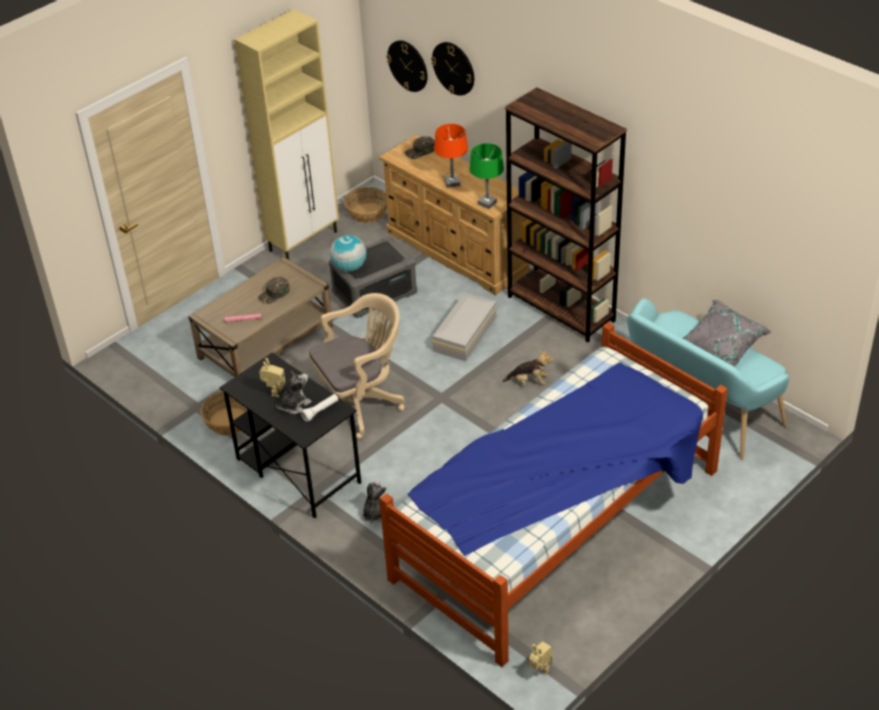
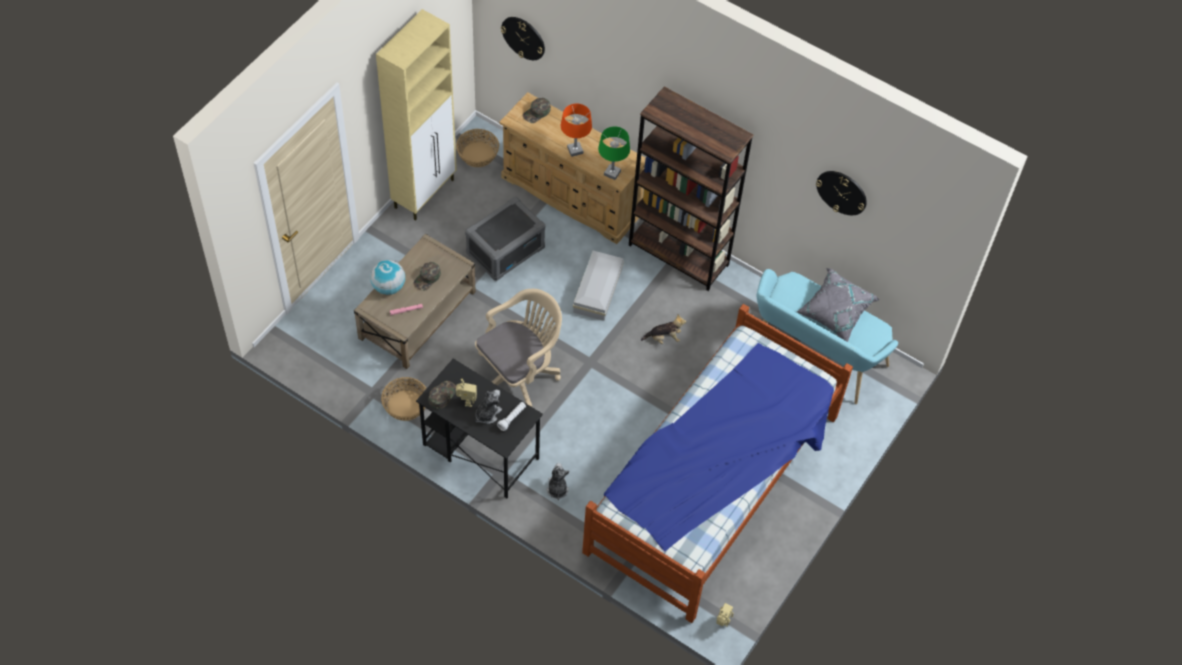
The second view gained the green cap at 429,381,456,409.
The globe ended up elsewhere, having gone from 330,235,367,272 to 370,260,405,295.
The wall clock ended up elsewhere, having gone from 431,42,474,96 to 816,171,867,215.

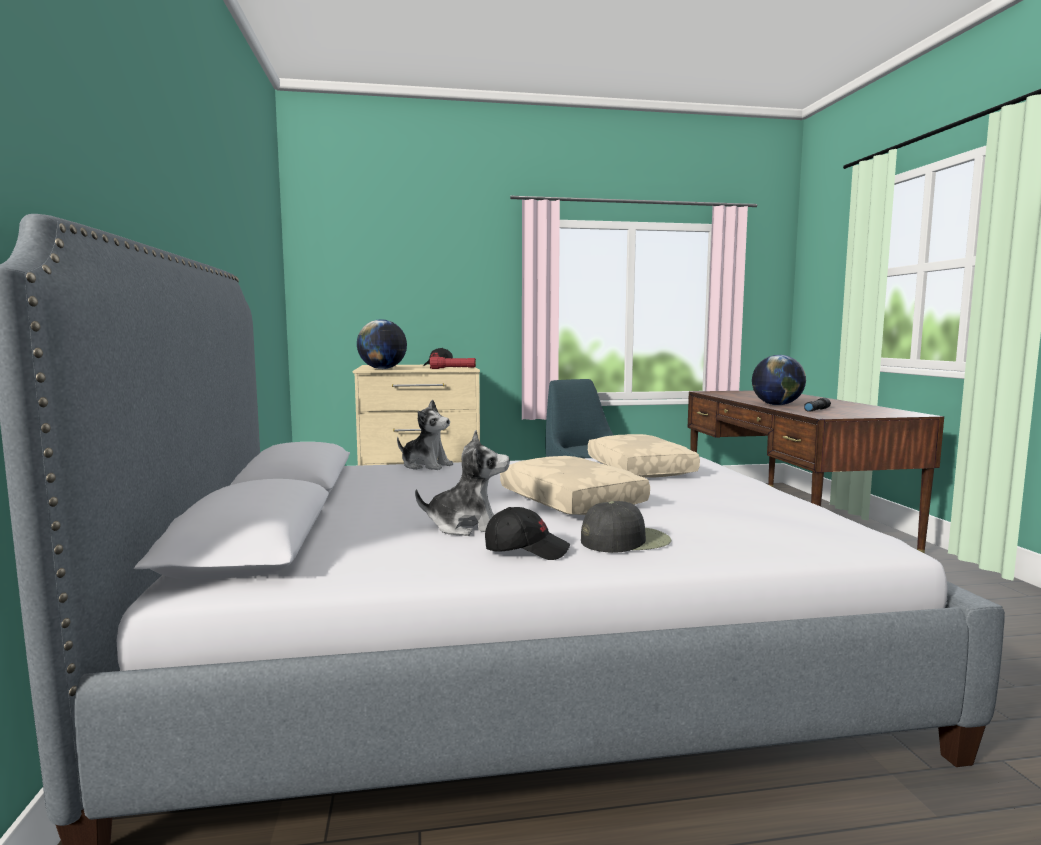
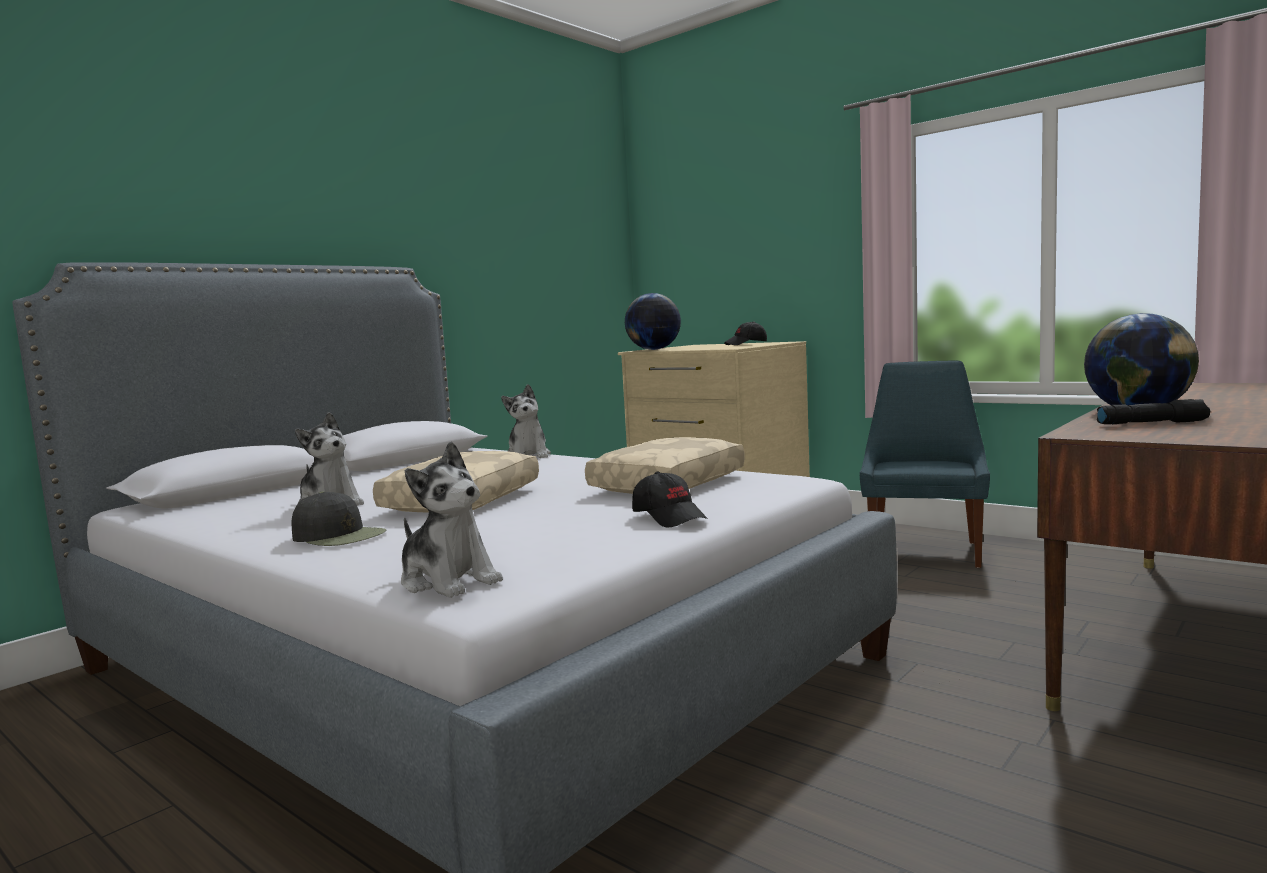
The second view lost the red flashlight at 429,356,476,369.
The second view gained the plush toy at 401,441,503,598.
The black cap ended up elsewhere, having gone from 485,507,570,560 to 632,472,708,527.

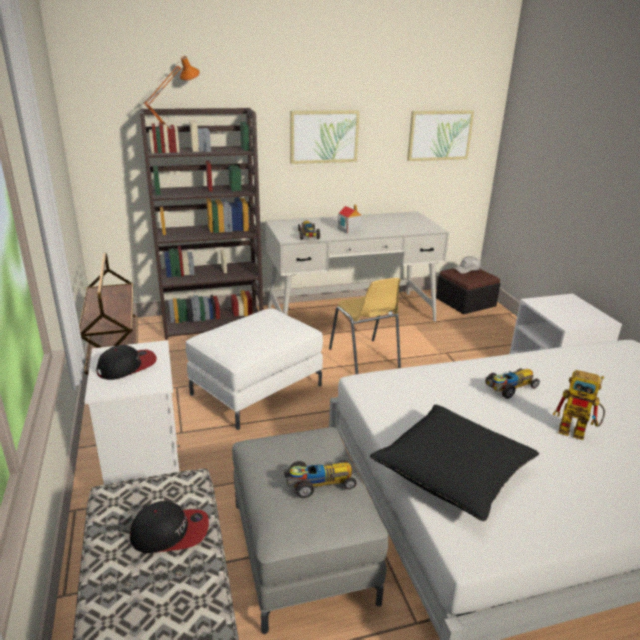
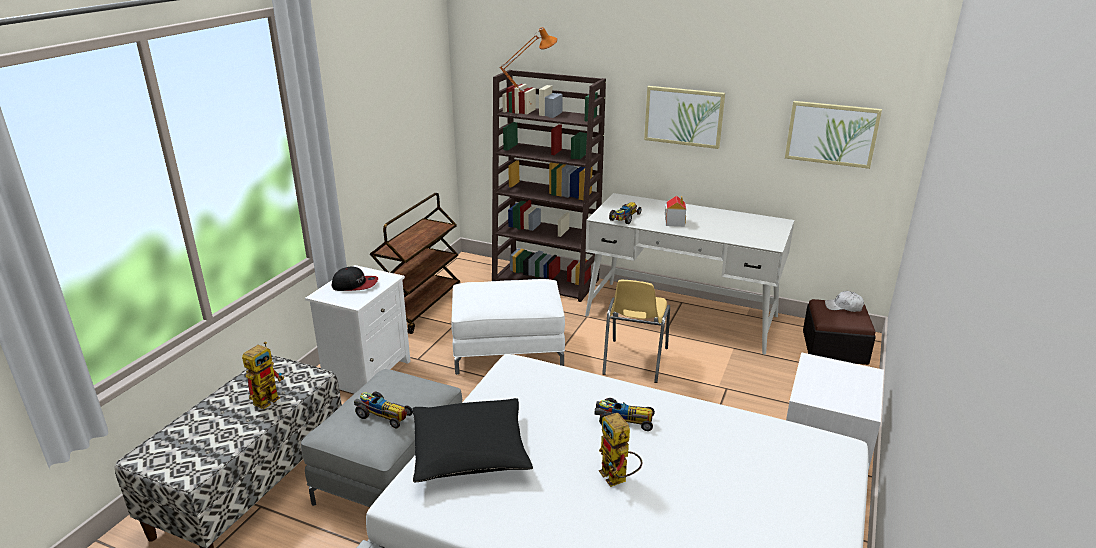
Where the cap stood at 130,501,209,553, the toy robot came to stand at 242,342,284,409.

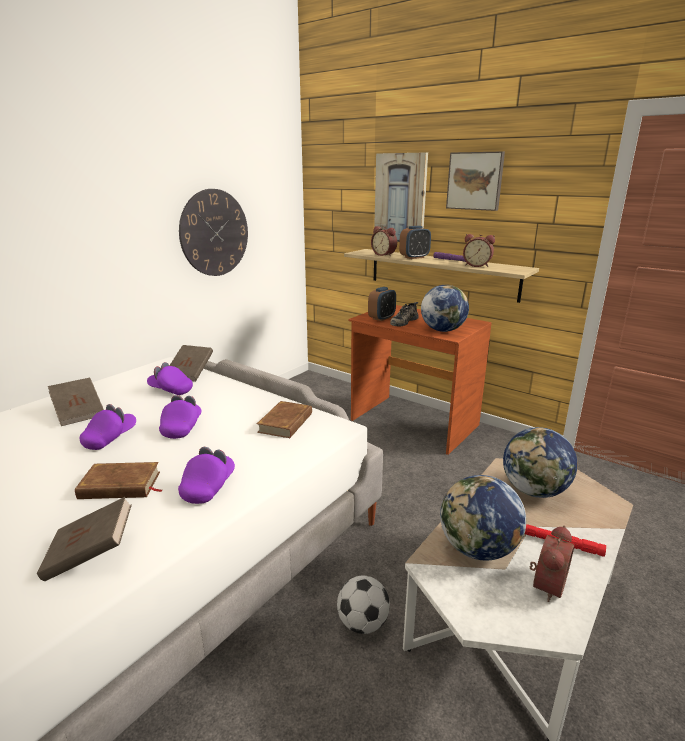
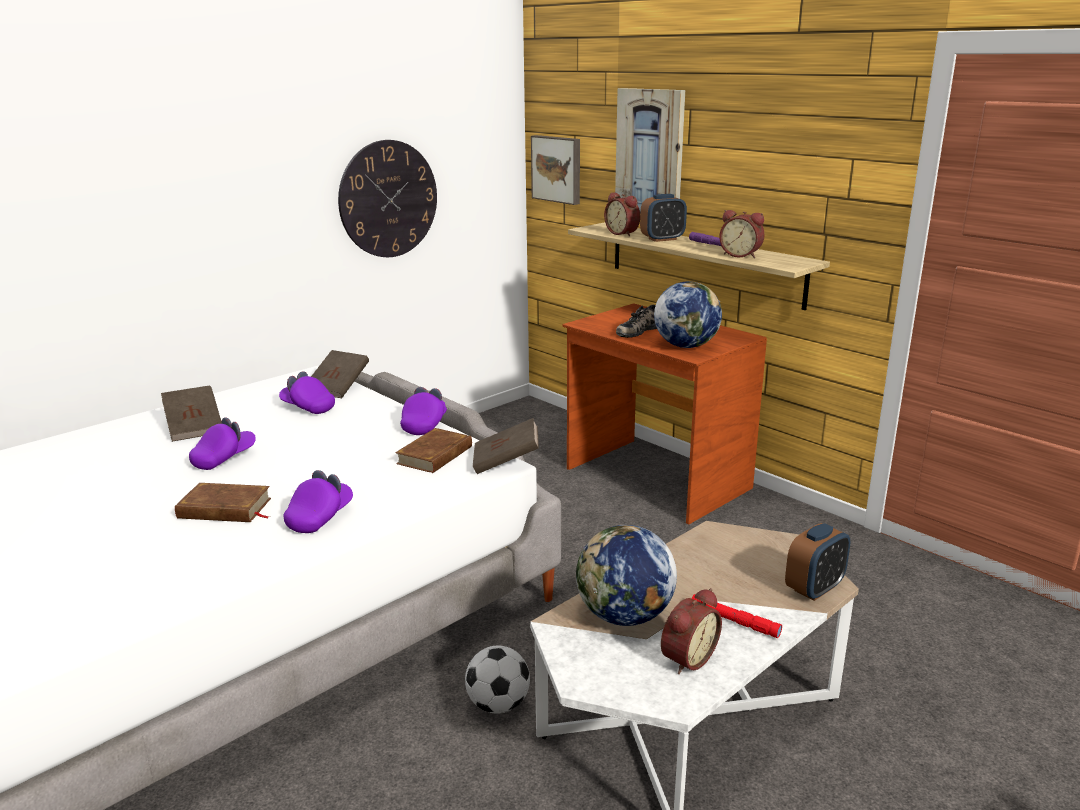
The second view lost the globe at 503,427,578,498.
The brown book ended up elsewhere, having gone from 37,497,132,581 to 473,418,539,474.
The purple cap ended up elsewhere, having gone from 159,395,202,439 to 400,387,447,435.
The alarm clock ended up elsewhere, having gone from 368,287,396,321 to 785,523,850,601.
The picture ended up elsewhere, having gone from 446,151,505,211 to 531,135,580,205.

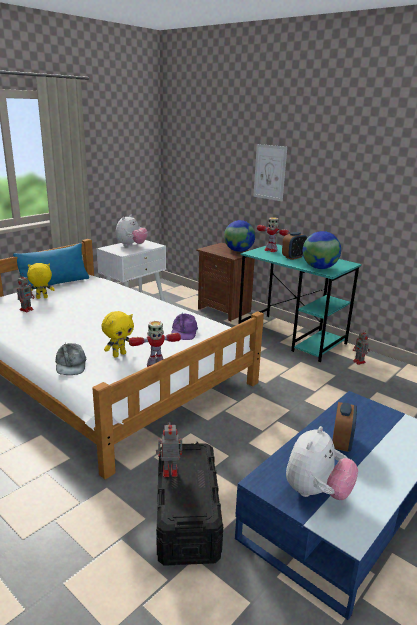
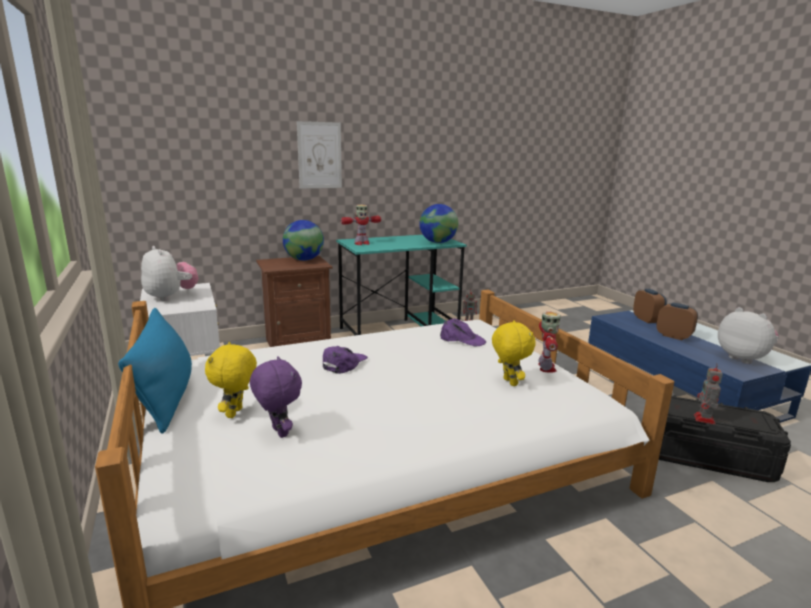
The second view lost the grey cap at 55,343,86,375.
The second view gained the purple cap at 323,346,368,374.
The alarm clock ended up elsewhere, having gone from 282,232,307,260 to 633,289,667,323.
Where the toy robot stood at 17,274,34,312, the purple plush toy came to stand at 250,356,302,438.

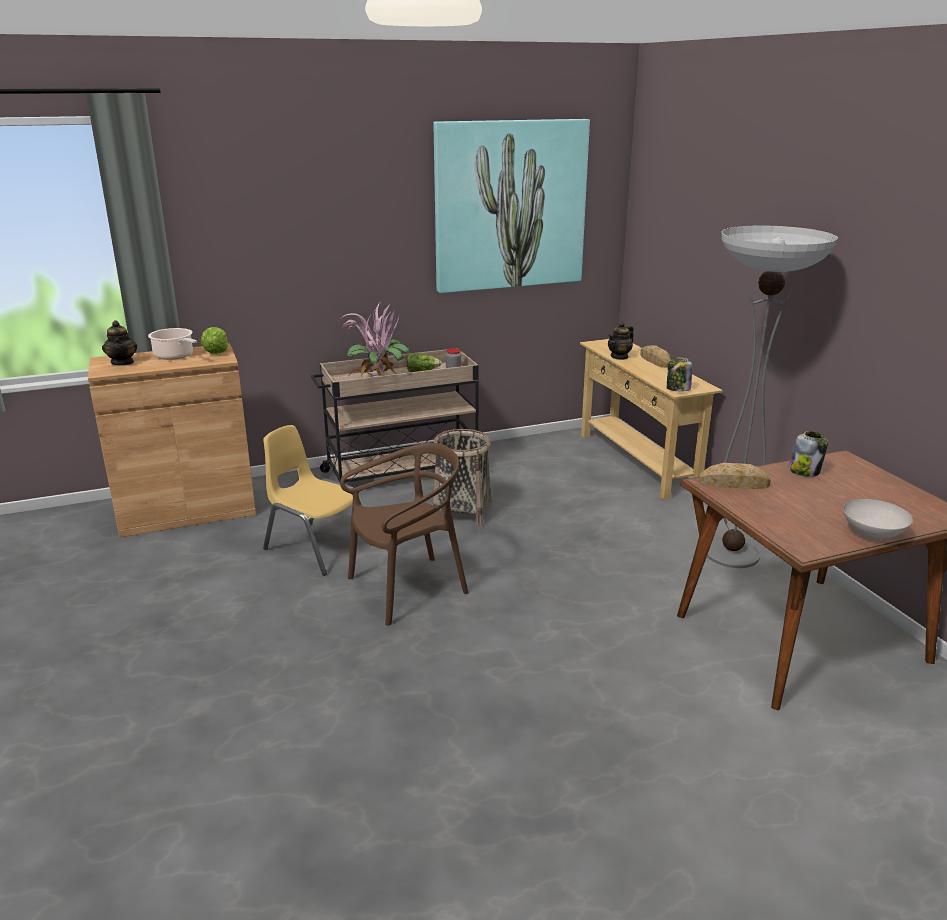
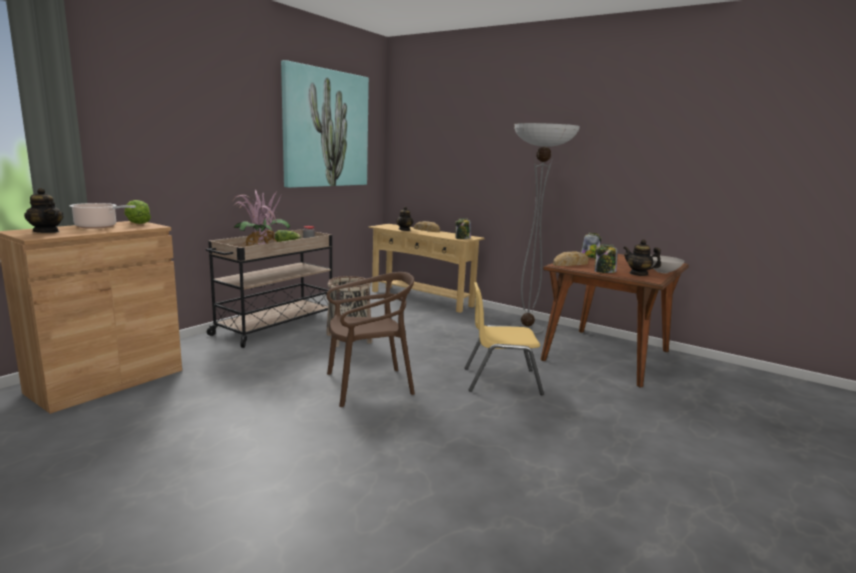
The second view gained the jar at 595,244,617,273.
The second view gained the teapot at 624,240,661,276.
The yellow chair ended up elsewhere, having gone from 263,425,361,576 to 465,282,544,396.
The brown chair at 340,443,468,626 ended up facing another way, 45 degrees clockwise from before.

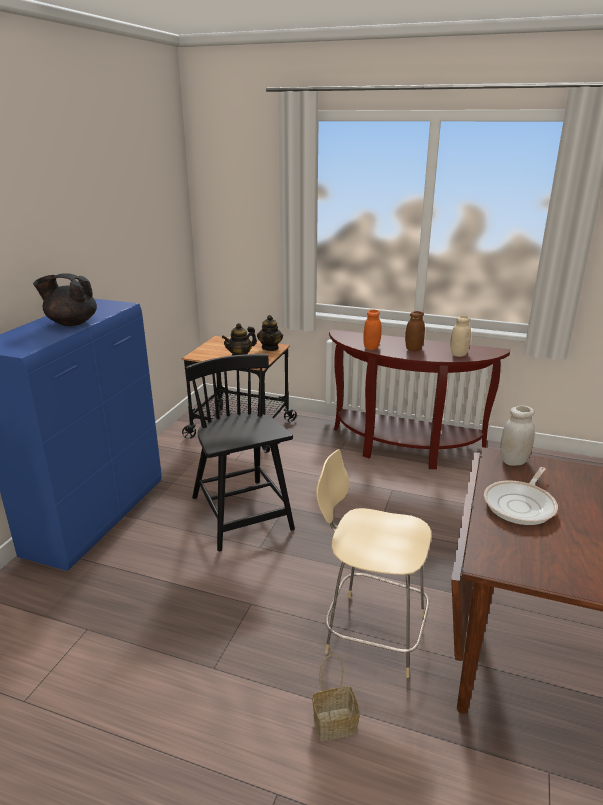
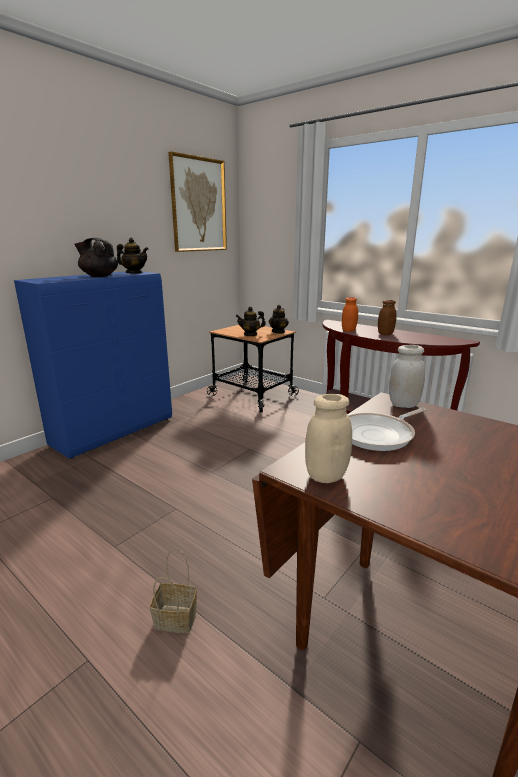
The second view lost the black chair at 185,354,295,551.
The second view lost the beige chair at 316,449,431,678.
The second view gained the teapot at 117,238,148,274.
The second view gained the picture at 168,151,227,252.
The beige jar ended up elsewhere, having gone from 450,316,471,357 to 305,394,352,483.

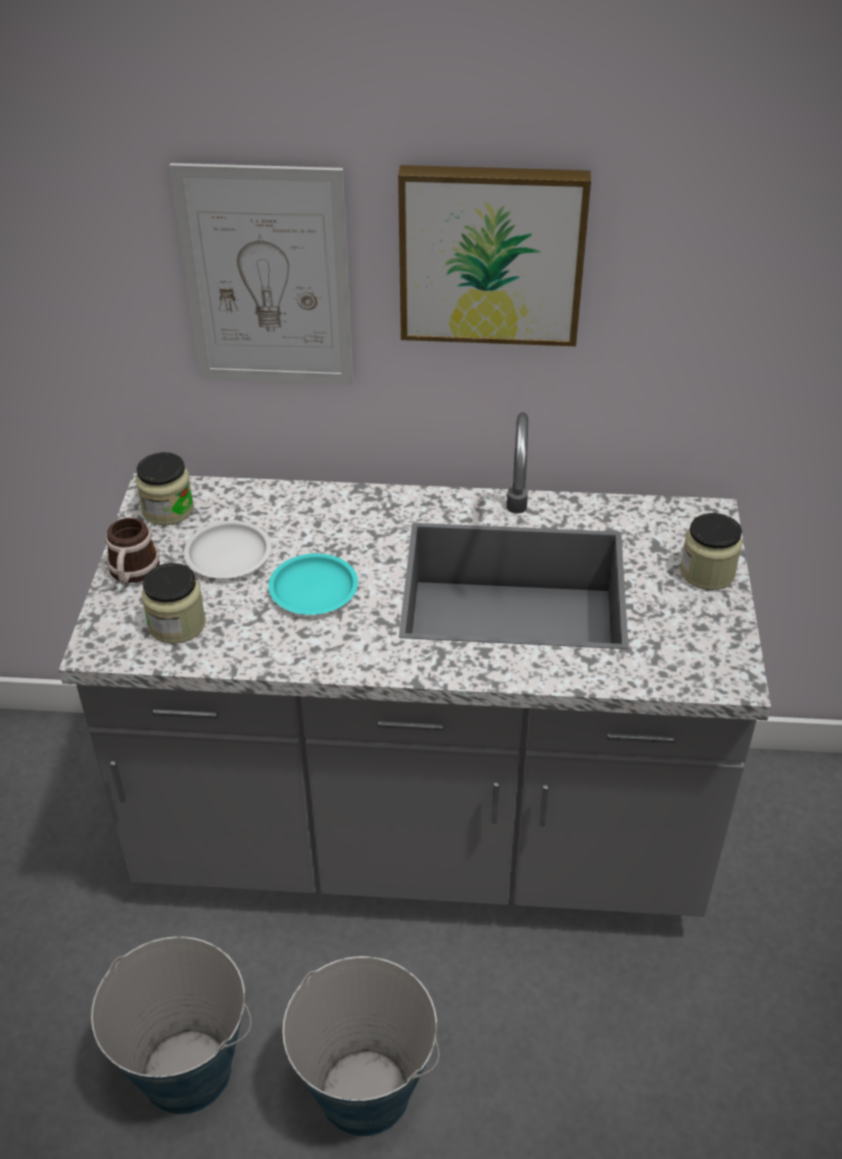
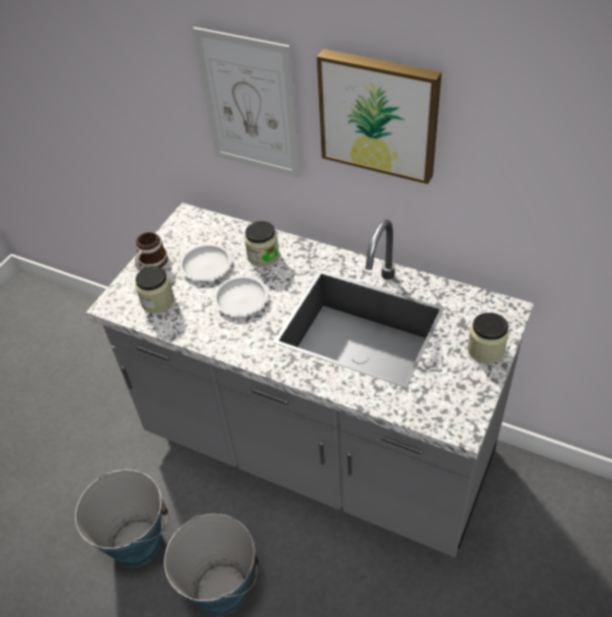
The jar ended up elsewhere, having gone from 136,452,194,525 to 244,221,279,266.
What was the turquoise plate at 268,553,358,615 turned into the white plate at 214,276,268,316.

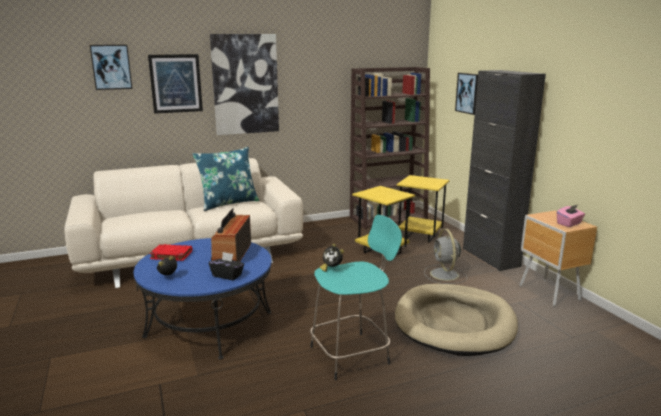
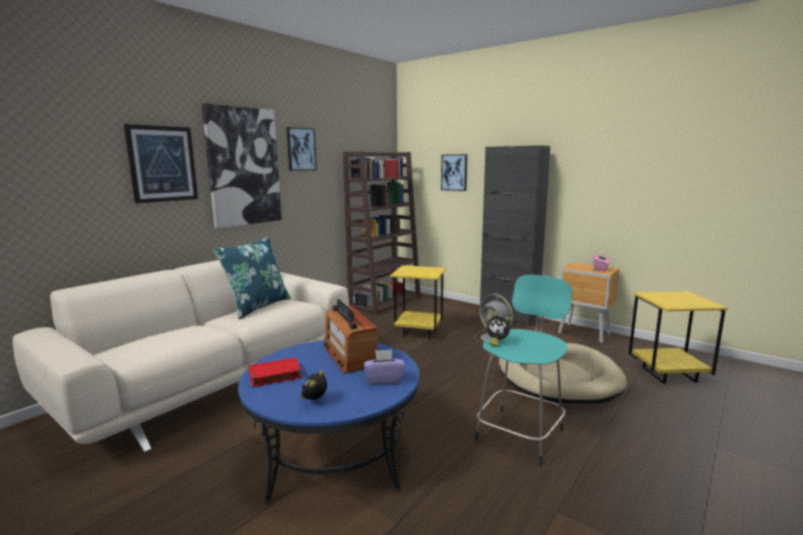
The picture ended up elsewhere, having gone from 90,45,132,90 to 287,127,317,171.
The yellow side table ended up elsewhere, having gone from 397,175,449,243 to 629,291,728,384.
What was the black tissue box at 209,252,244,280 turned into the purple tissue box at 364,350,405,385.

